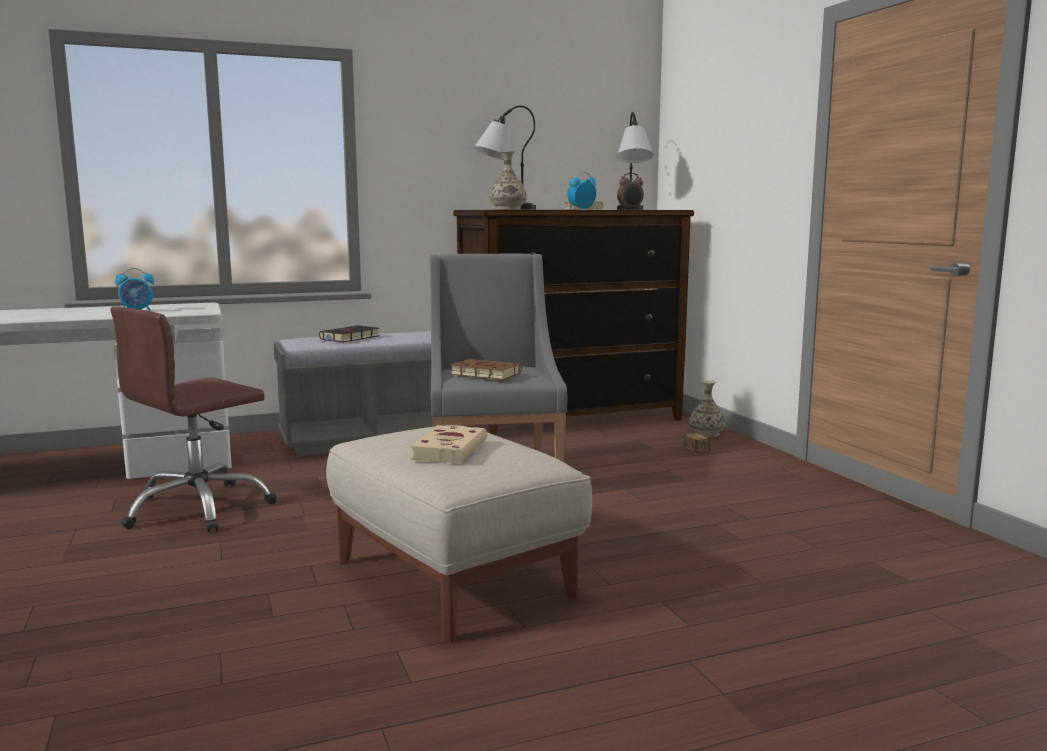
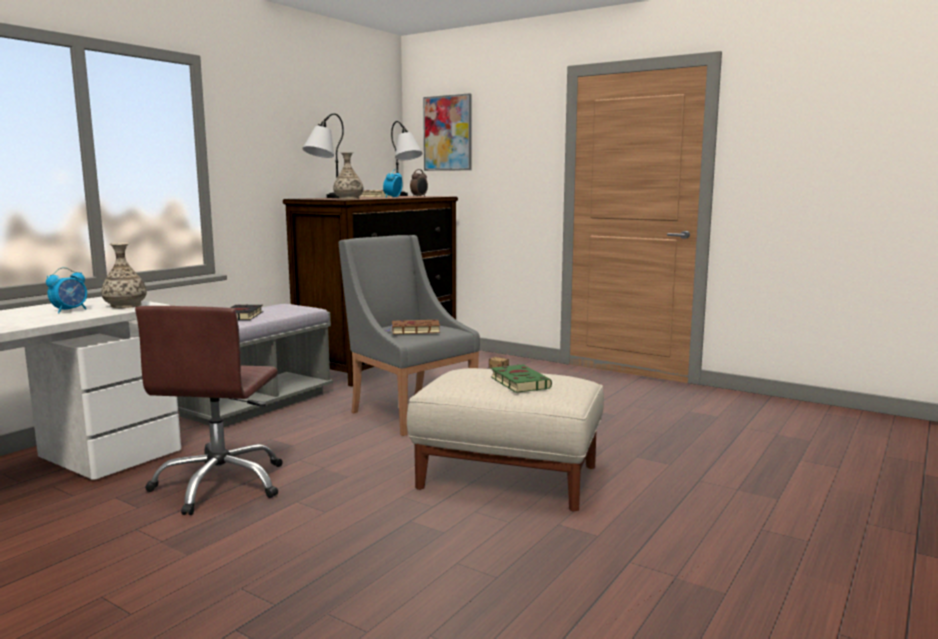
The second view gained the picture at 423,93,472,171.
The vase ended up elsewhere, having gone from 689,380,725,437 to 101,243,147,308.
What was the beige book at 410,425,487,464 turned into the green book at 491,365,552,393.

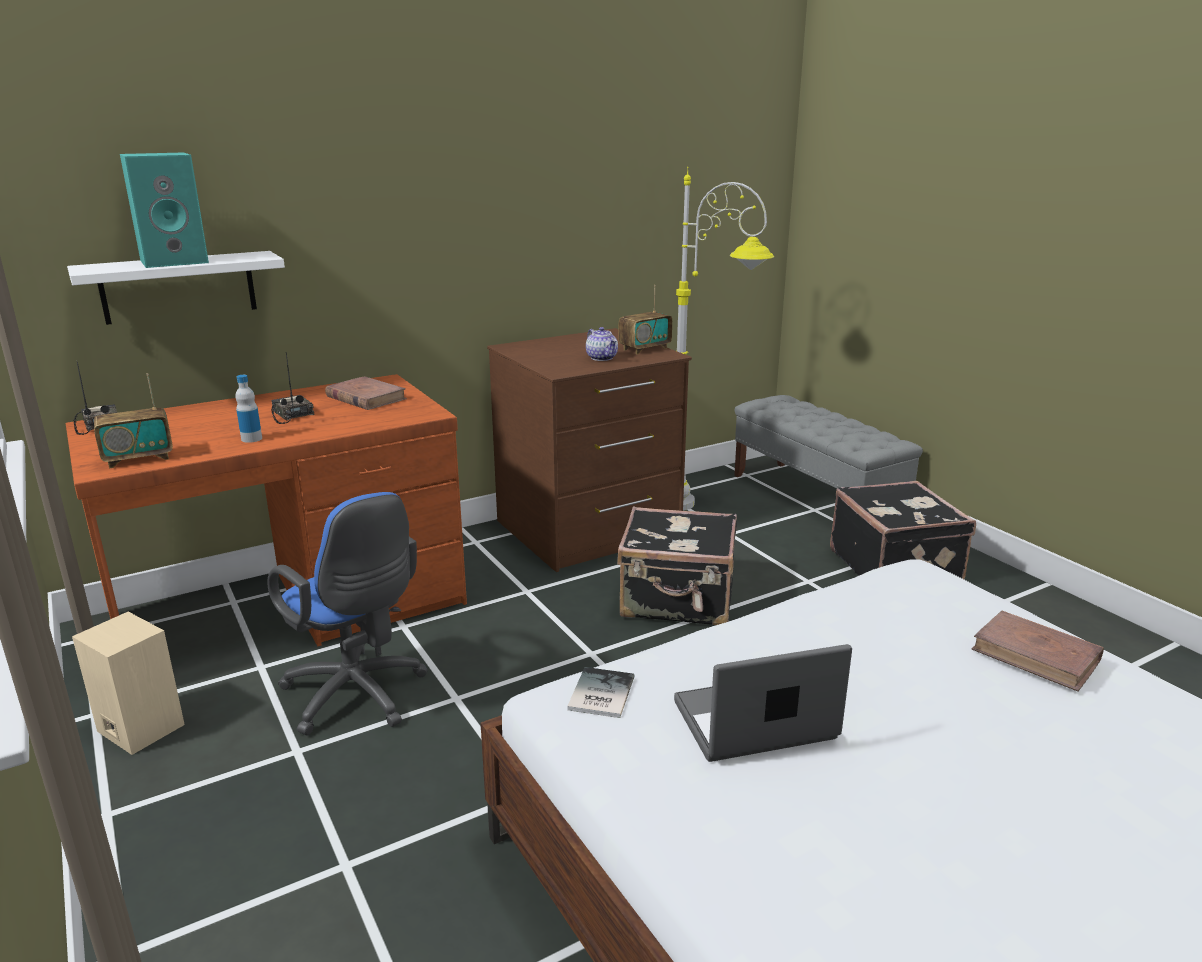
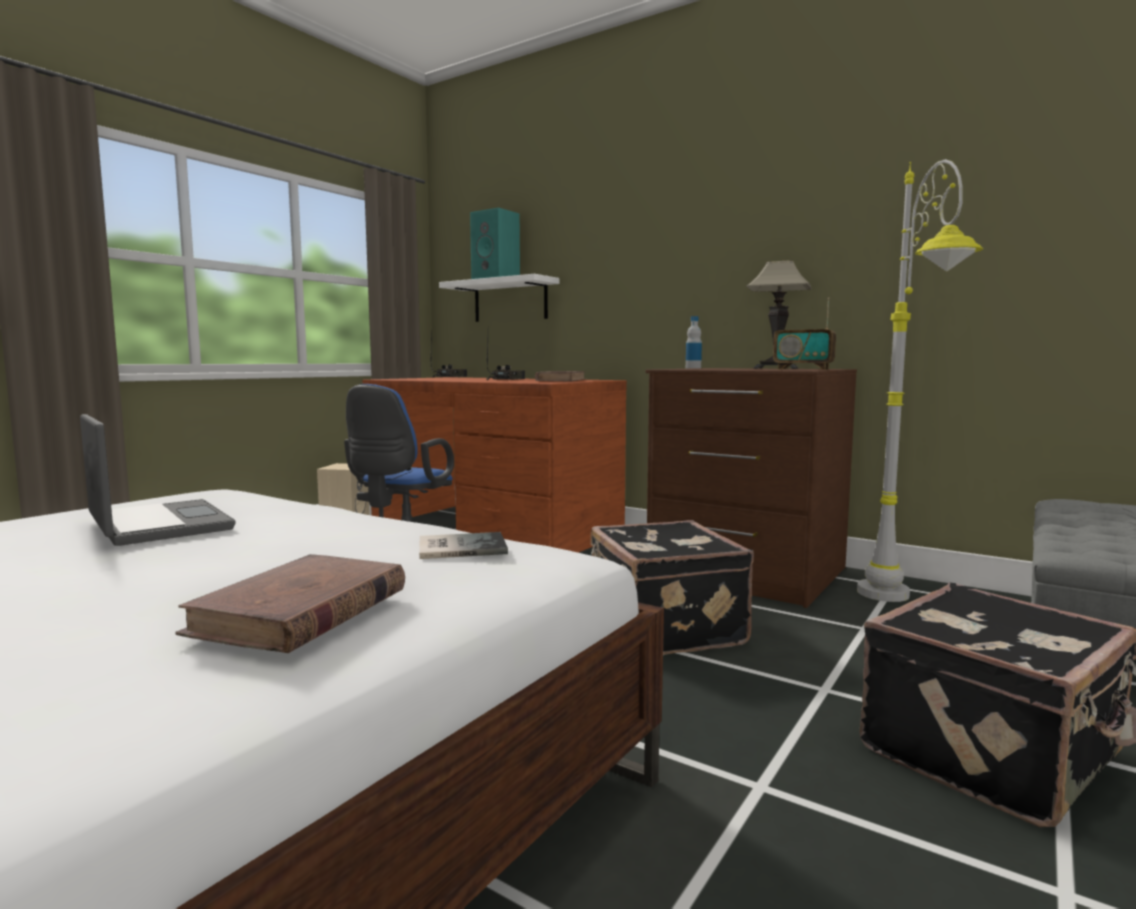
The second view lost the radio at 94,373,173,469.
The second view lost the teapot at 586,327,618,361.
The second view gained the table lamp at 746,261,812,369.
The bottle ended up elsewhere, having gone from 235,375,262,443 to 686,316,702,368.
The book ended up elsewhere, having gone from 567,667,635,718 to 419,532,508,559.

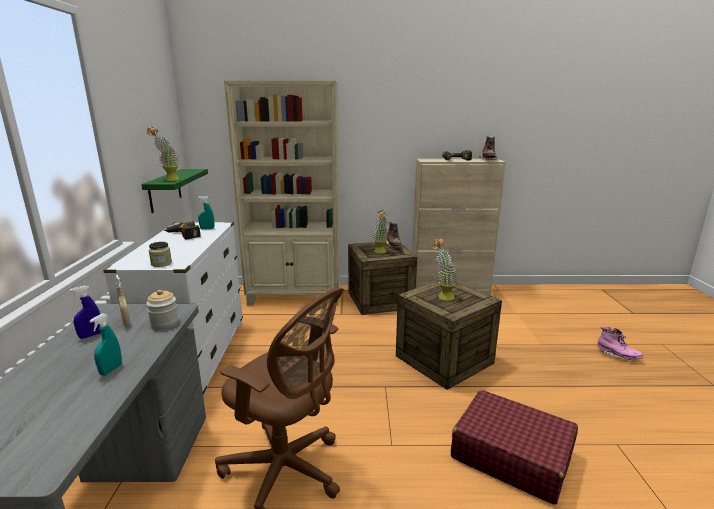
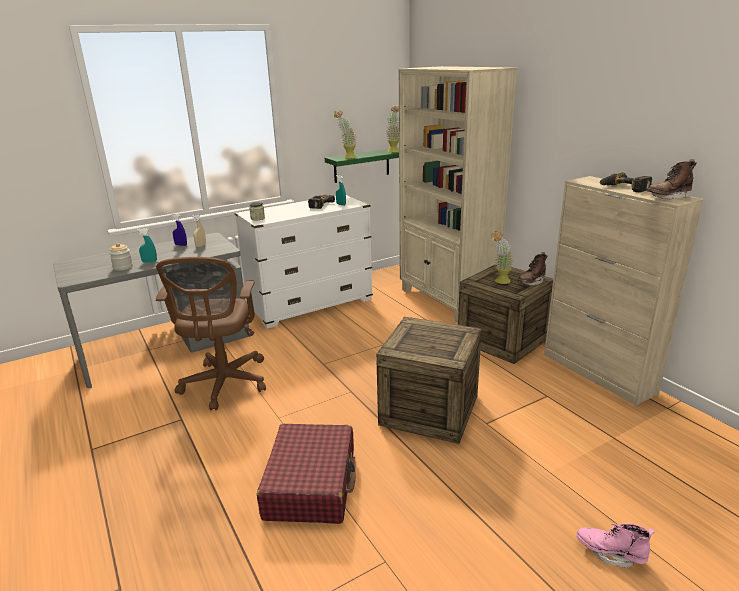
The jar ended up elsewhere, having gone from 146,289,179,329 to 109,243,133,271.
The potted plant ended up elsewhere, having gone from 433,239,457,300 to 386,105,399,152.
The pink boot at 597,327,643,360 ended up facing another way, 105 degrees clockwise from before.

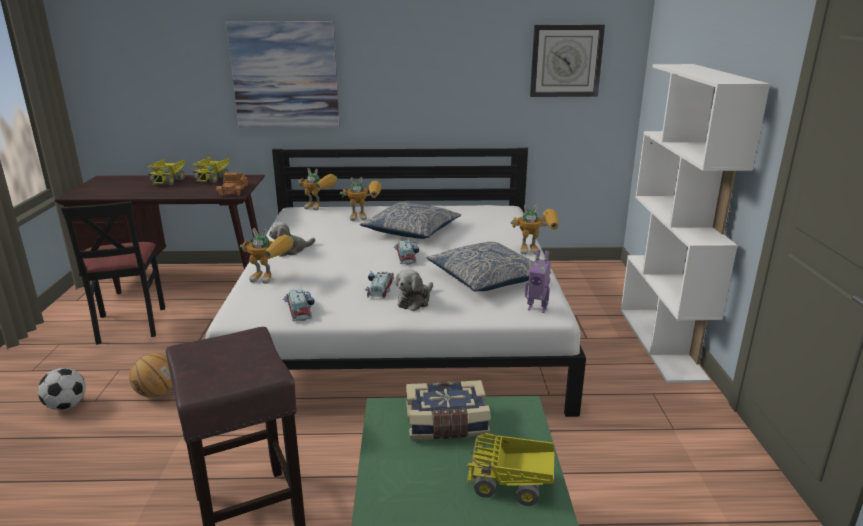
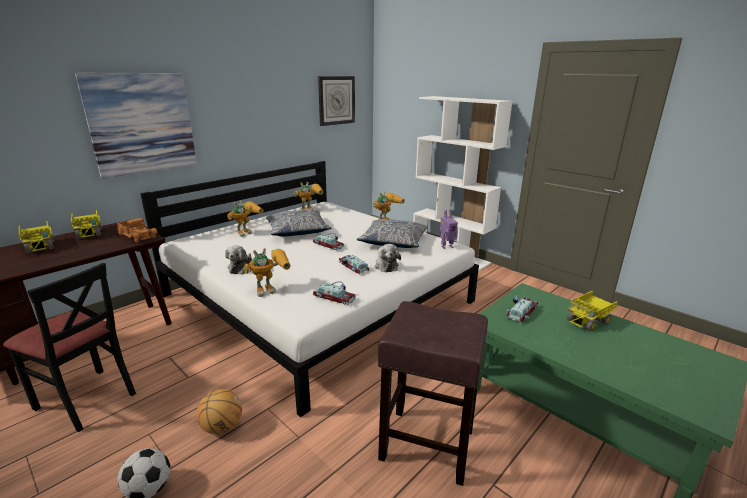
The toy robot ended up elsewhere, having gone from 298,168,338,210 to 294,182,323,210.
Where the book stood at 406,380,491,439, the toy car came to stand at 506,295,538,323.

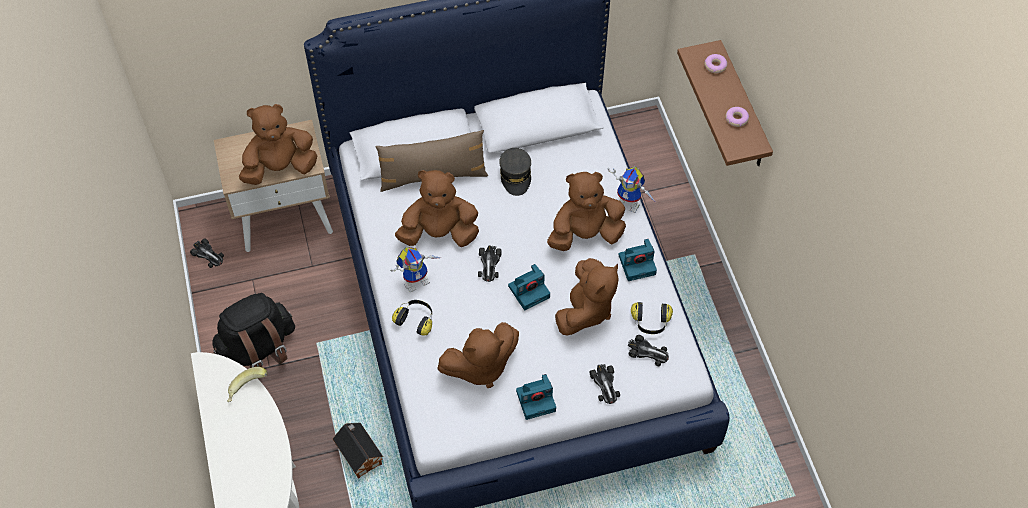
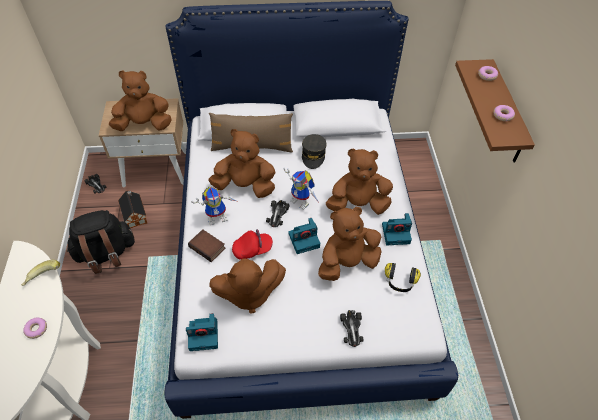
The second view lost the toy car at 628,335,669,366.
The second view gained the donut at 23,318,47,339.
The second view gained the red cap at 232,229,273,260.
The toy house ended up elsewhere, having gone from 333,422,383,479 to 118,191,147,228.
The photo camera ended up elsewhere, having gone from 516,374,556,420 to 186,313,218,351.
The toy robot ended up elsewhere, having gone from 607,166,656,213 to 283,168,319,210.
Where the headphones stood at 392,300,432,336, the book came to stand at 188,229,225,262.
The brown plush toy at 555,258,619,336 ended up facing another way, 150 degrees counterclockwise from before.

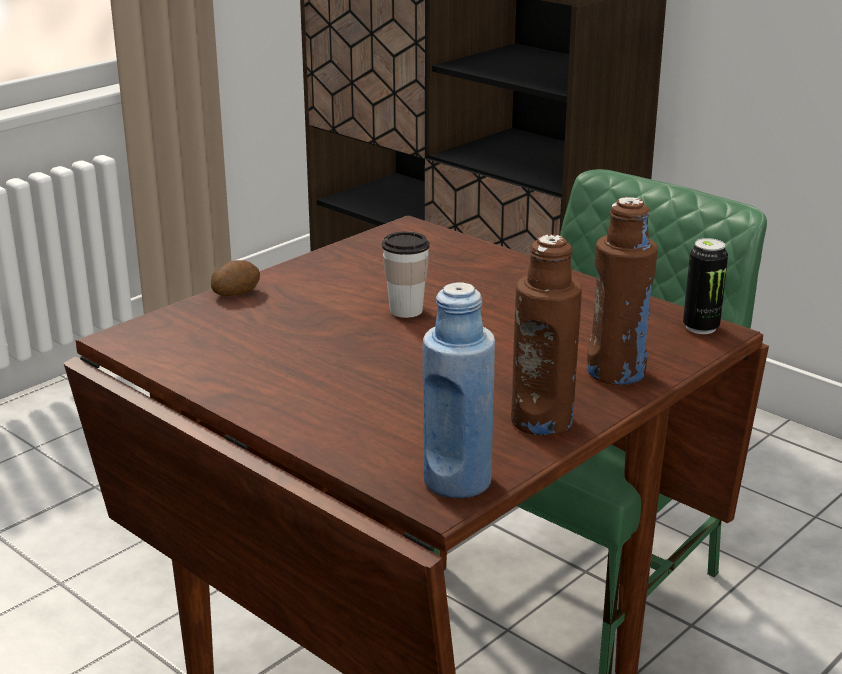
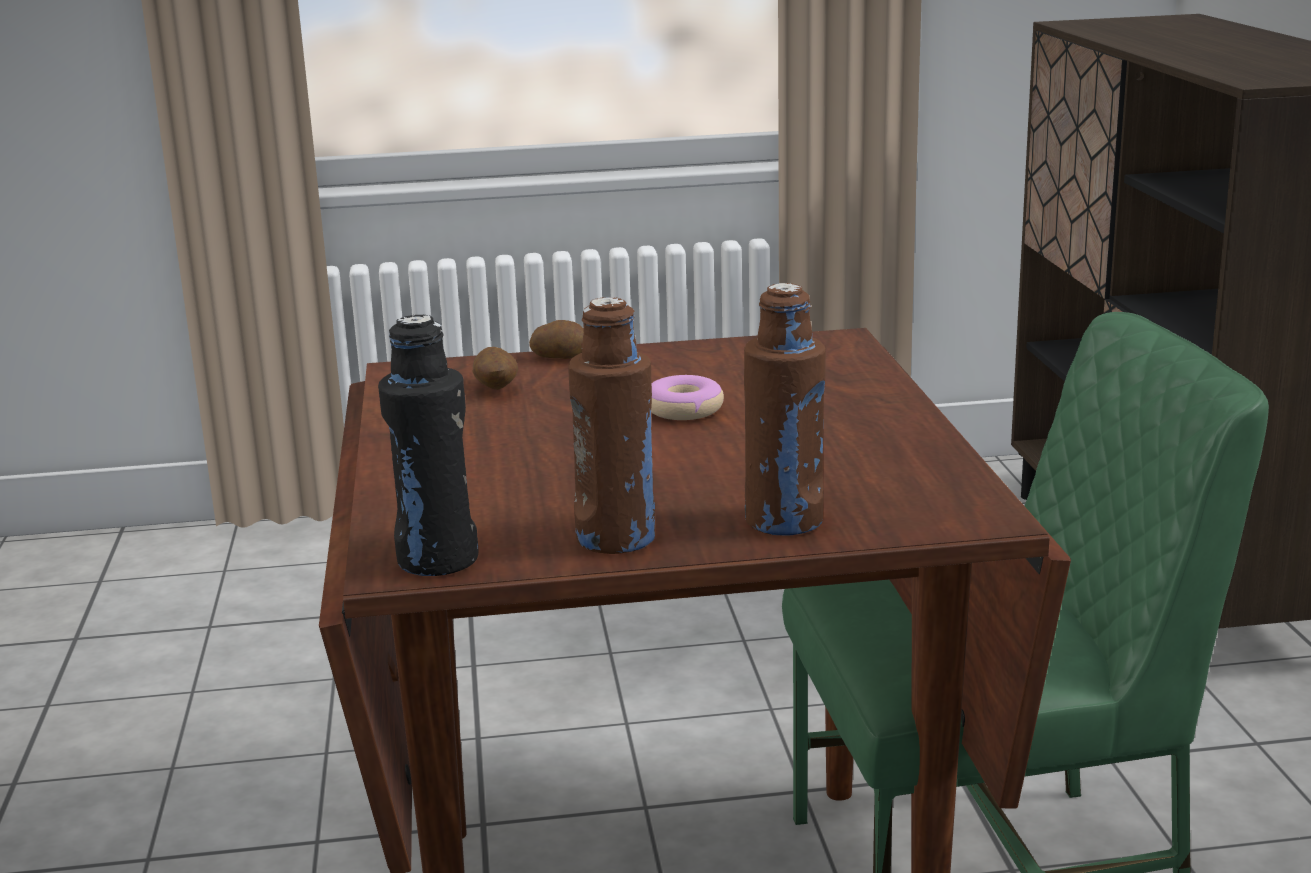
The second view lost the can at 683,238,728,334.
The second view gained the potato at 472,347,518,390.
Where the cup stood at 382,232,430,318, the donut came to stand at 651,375,724,420.
What was the blue bottle at 423,282,495,499 turned into the black bottle at 378,315,478,576.

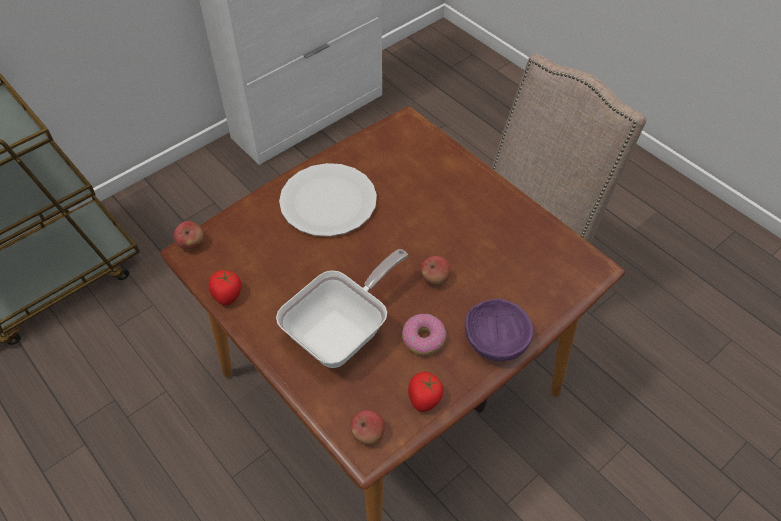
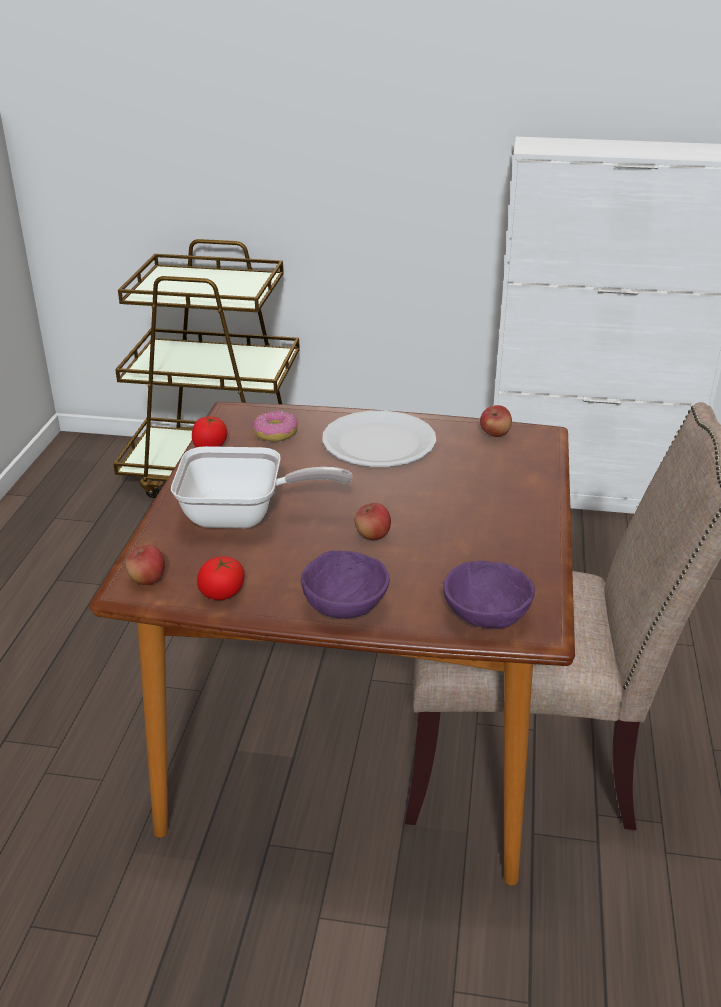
The second view gained the purple bowl at 443,561,535,629.
The apple ended up elsewhere, having gone from 174,221,203,250 to 480,405,512,437.
The donut ended up elsewhere, having gone from 402,314,447,356 to 253,411,298,442.

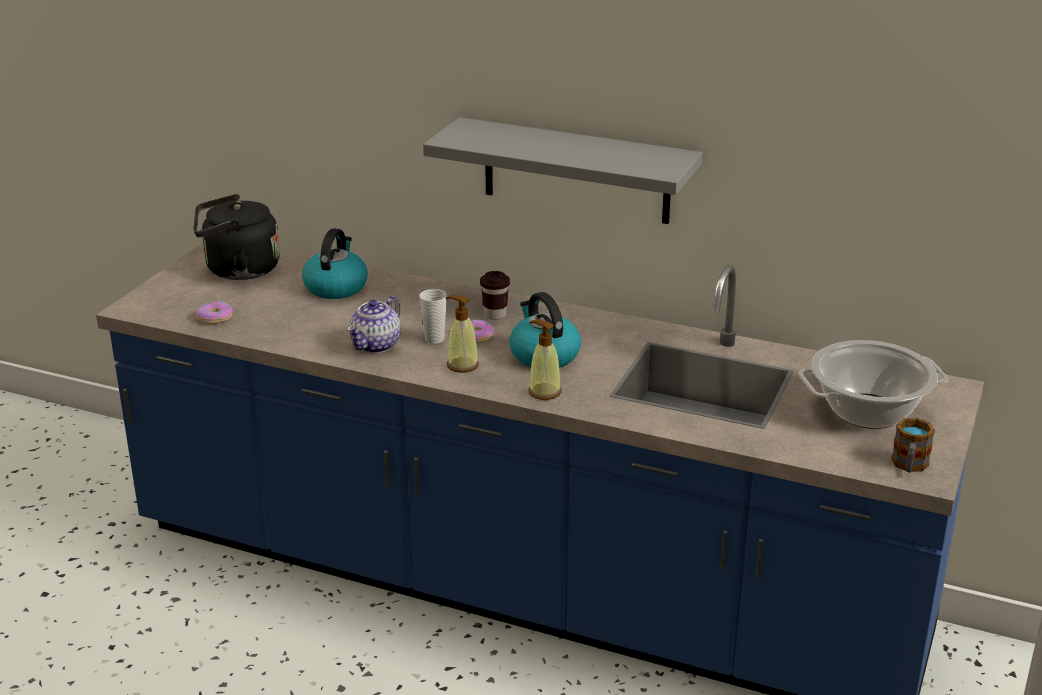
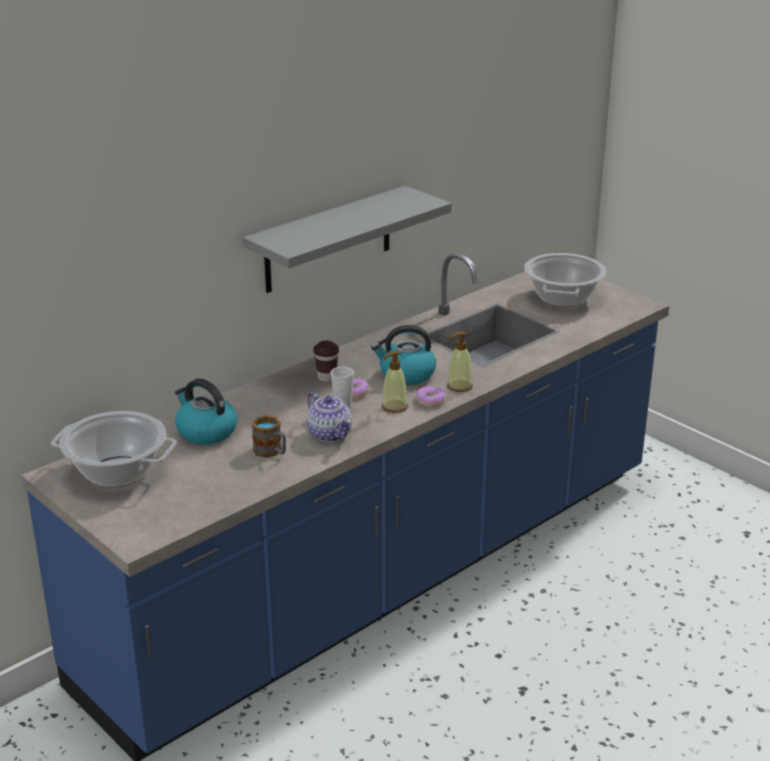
The donut ended up elsewhere, having gone from 196,301,233,324 to 416,386,446,407.
The mug ended up elsewhere, having gone from 891,418,935,472 to 251,415,286,458.
Where the black kettle stood at 194,194,280,280, the cooking pot came to stand at 51,411,177,487.

